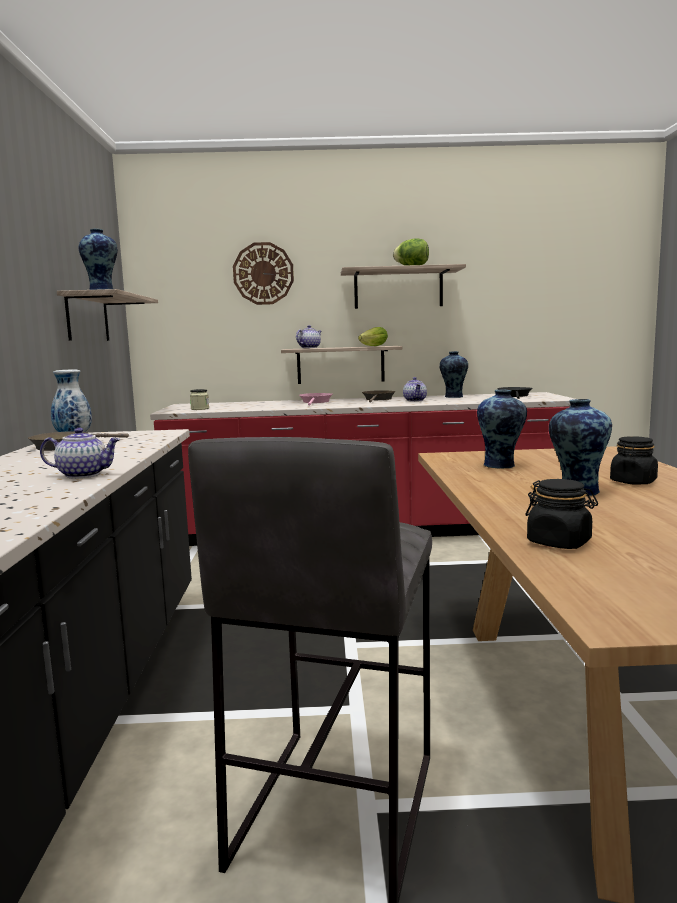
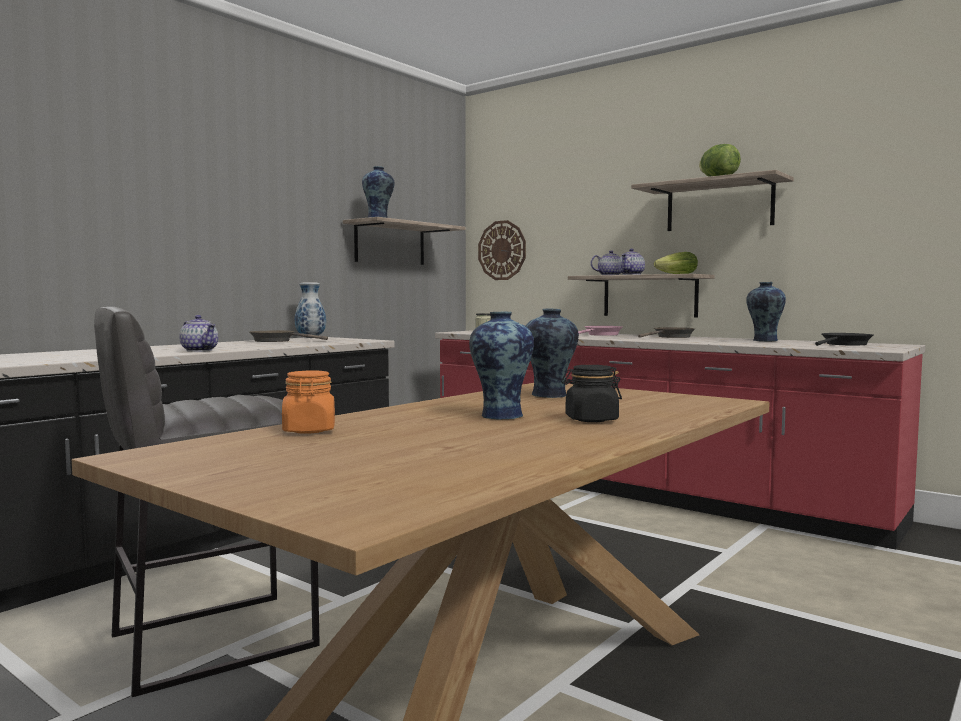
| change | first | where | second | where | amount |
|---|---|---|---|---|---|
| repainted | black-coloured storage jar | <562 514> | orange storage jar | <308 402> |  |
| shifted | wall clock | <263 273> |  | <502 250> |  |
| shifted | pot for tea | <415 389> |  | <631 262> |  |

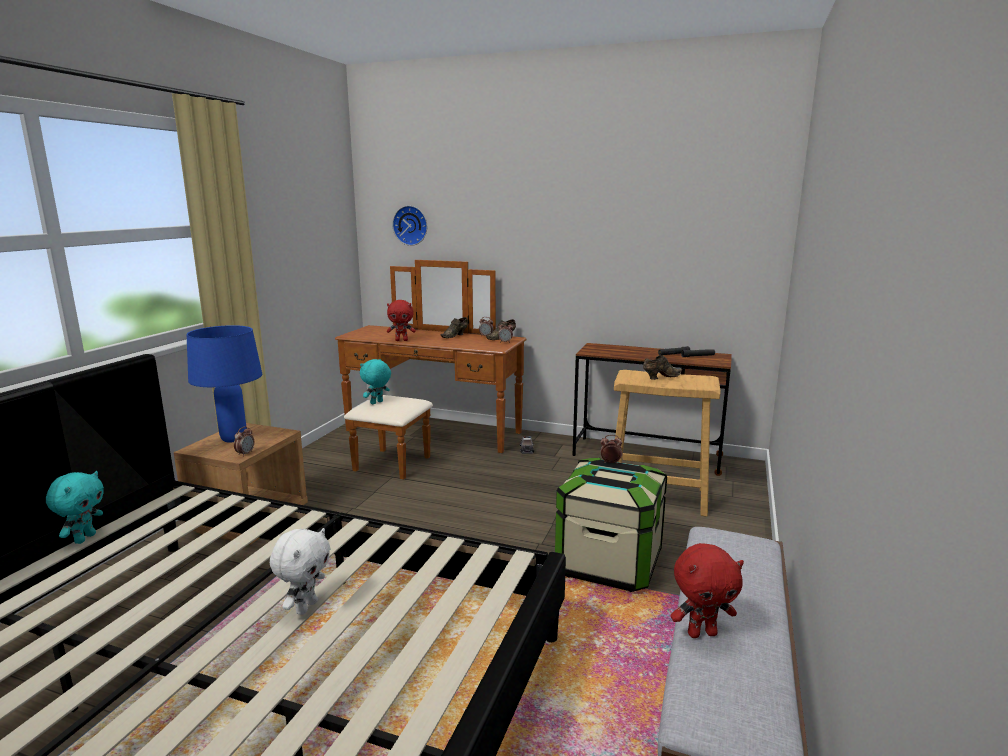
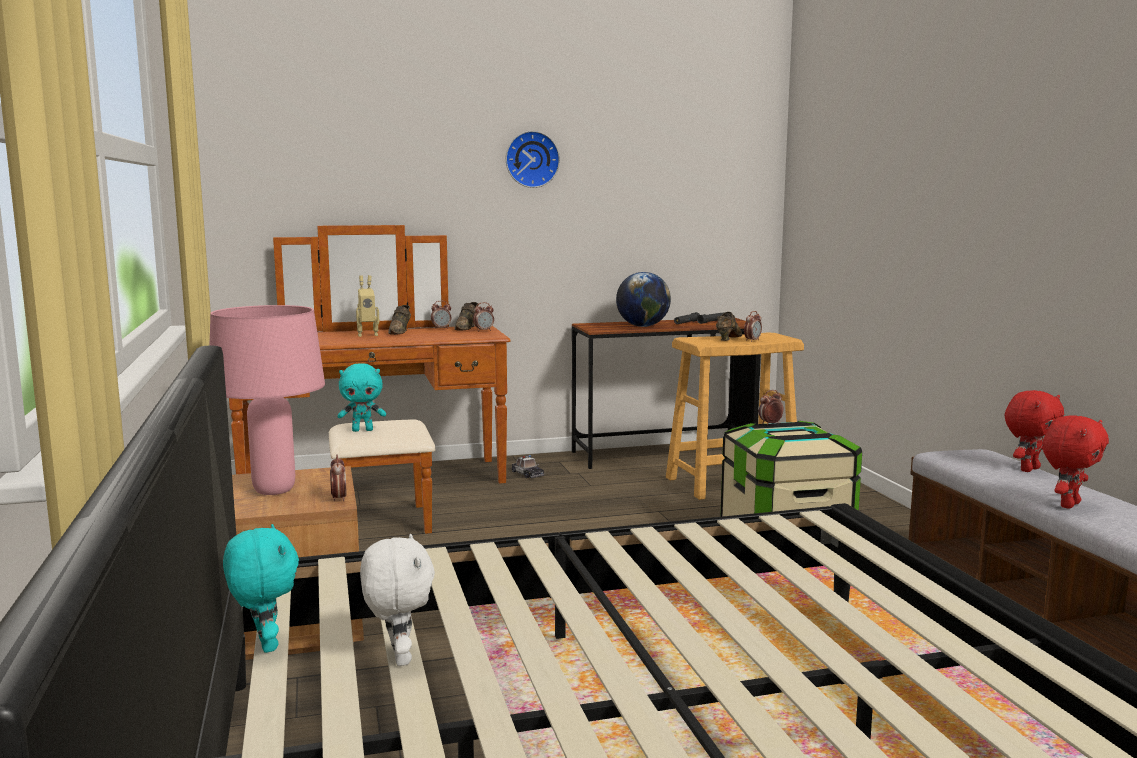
| change | first | where | second | where | amount |
|---|---|---|---|---|---|
| repainted | blue tabletop lamp | <224 383> | pinkish tabletop lamp | <267 400> |  |
| rotated | turquoise plush toy | <375 381> |  | <362 397> | 105 degrees counterclockwise |
| new |  |  | model robot | <367 306> |  |
| shifted | white-coloured plush toy | <300 571> |  | <397 600> |  |
| shifted | wall clock | <409 226> |  | <533 159> |  |
| new |  |  | world globe | <643 299> |  |
| new |  |  | table clock | <753 326> |  |
| shifted | reddish plush toy | <401 320> |  | <1034 431> |  |

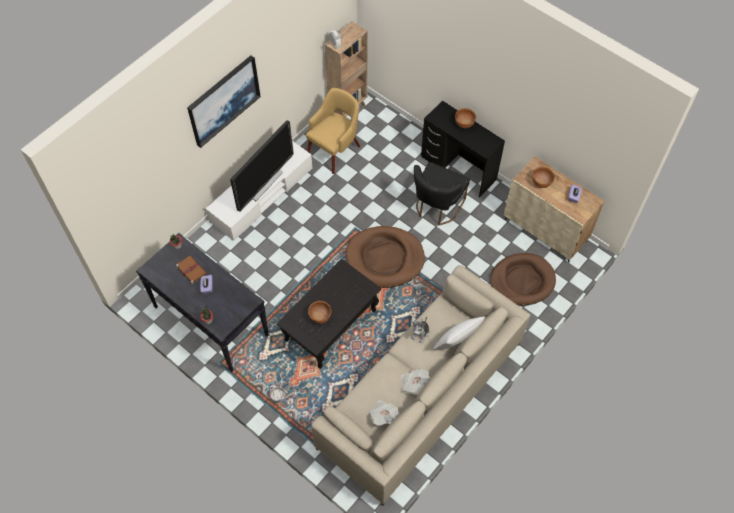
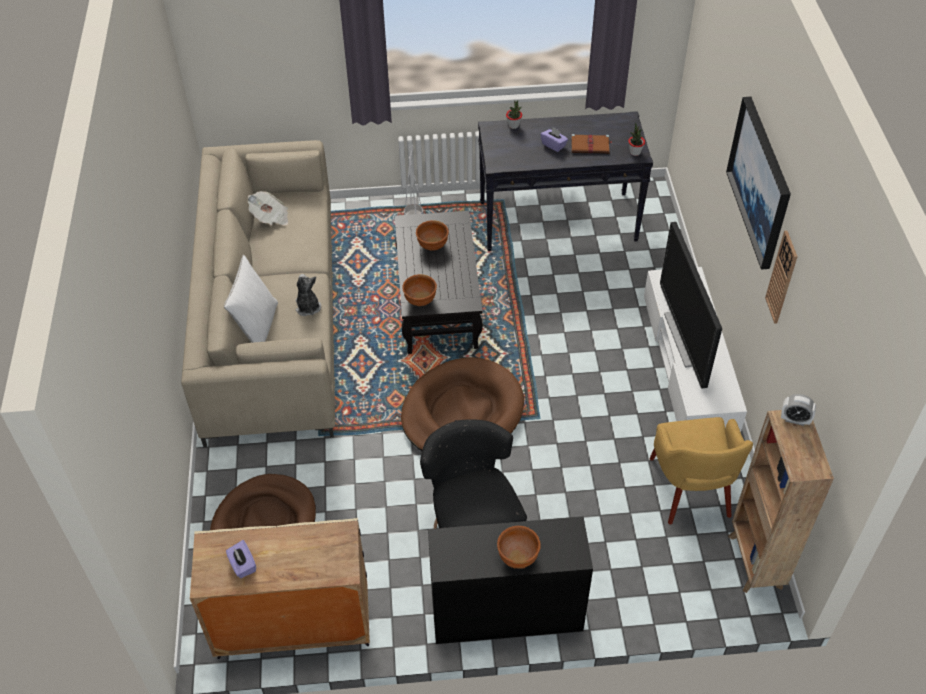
| change | first | where | second | where | amount |
|---|---|---|---|---|---|
| shifted | brown deep dish | <543 177> |  | <419 290> |  |
| new |  |  | wall clock | <781 277> |  |
| gone | printed paper | <415 381> |  |  |  |

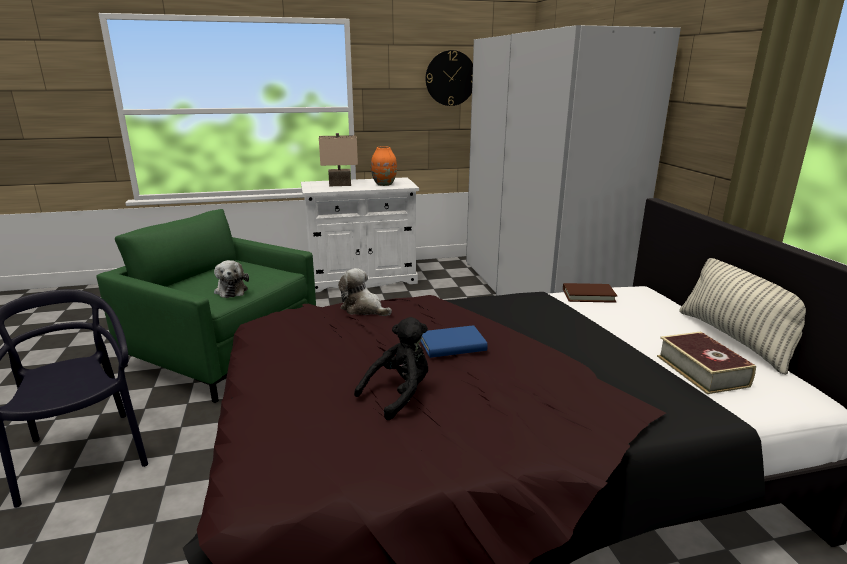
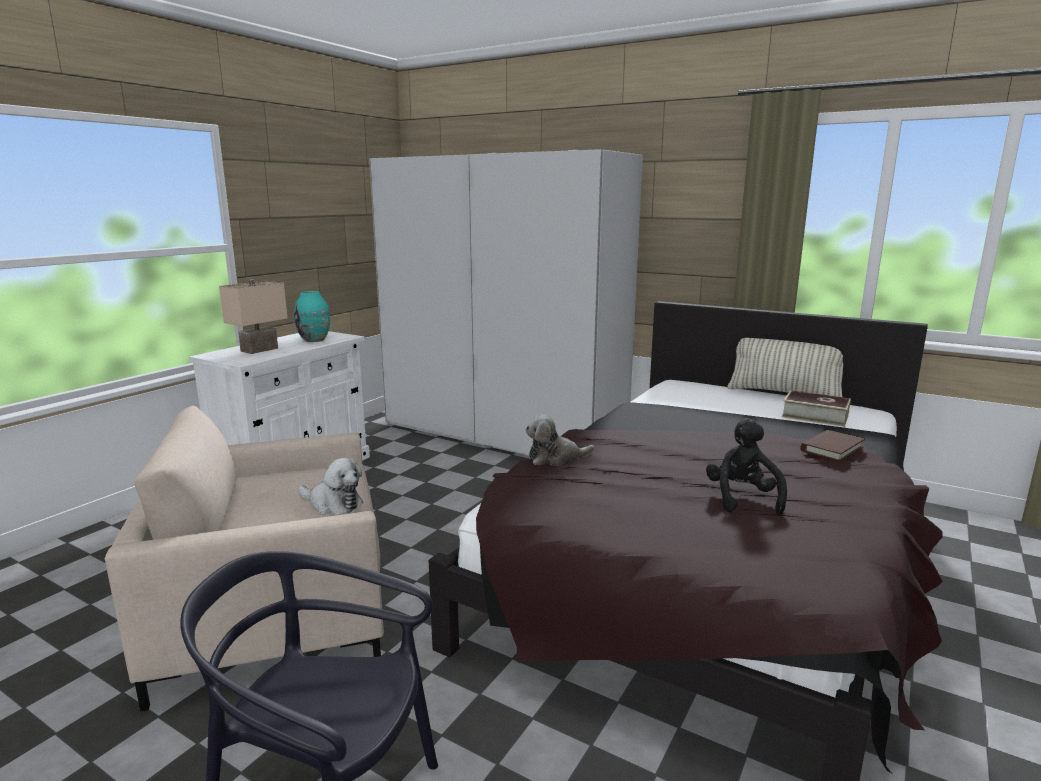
| change | first | where | second | where | amount |
|---|---|---|---|---|---|
| repainted | green easy chair | <206 306> | sand-coloured easy chair | <244 558> |  |
| repainted | orange vase | <384 166> | turquoise vase | <312 316> |  |
| shifted | brown book | <590 293> |  | <833 446> |  |
| gone | blue book | <454 341> |  |  |  |
| gone | wall clock | <449 78> |  |  |  |

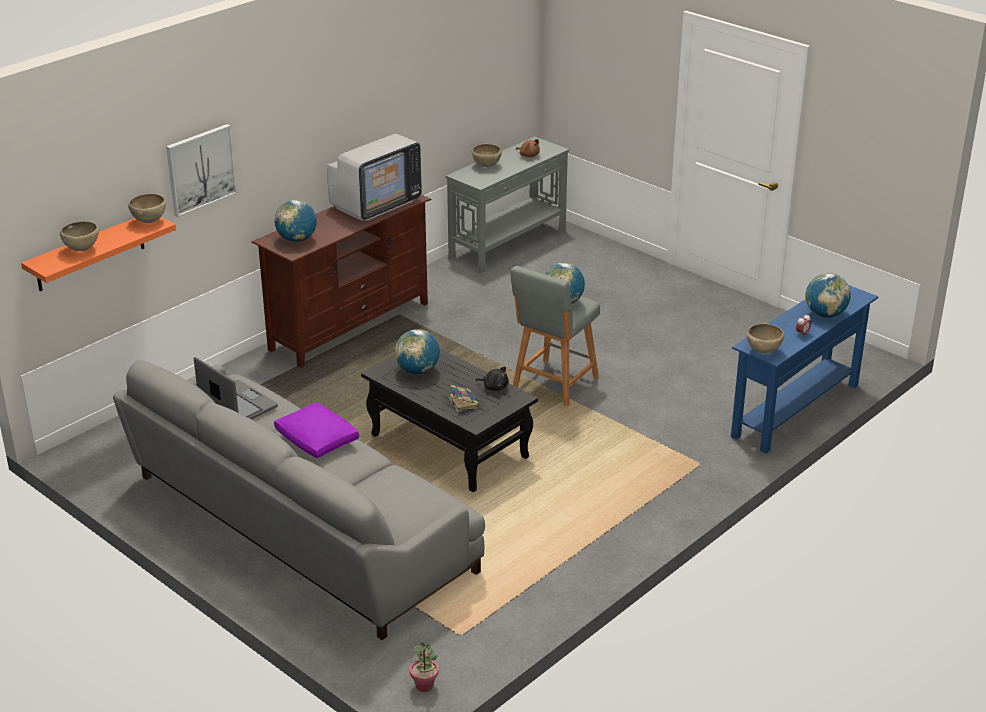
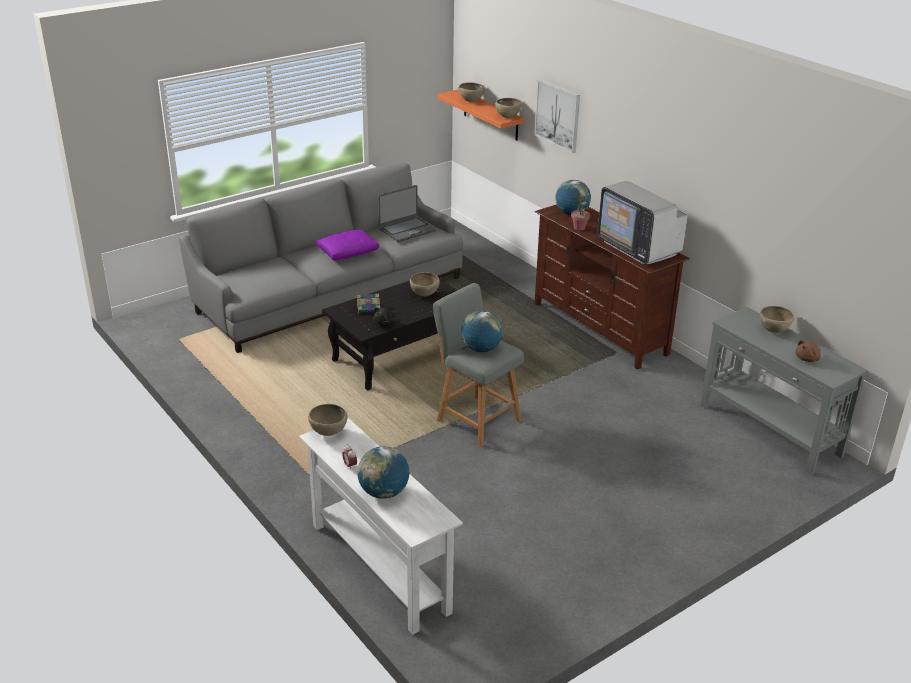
| change | first | where | second | where | amount |
|---|---|---|---|---|---|
| repainted | blue narrow table | <804 369> | white-coloured narrow table | <381 526> |  |
| swapped | world globe | <417 351> | brown deep dish | <425 284> |  |
| shifted | houseplant | <424 667> |  | <580 212> |  |

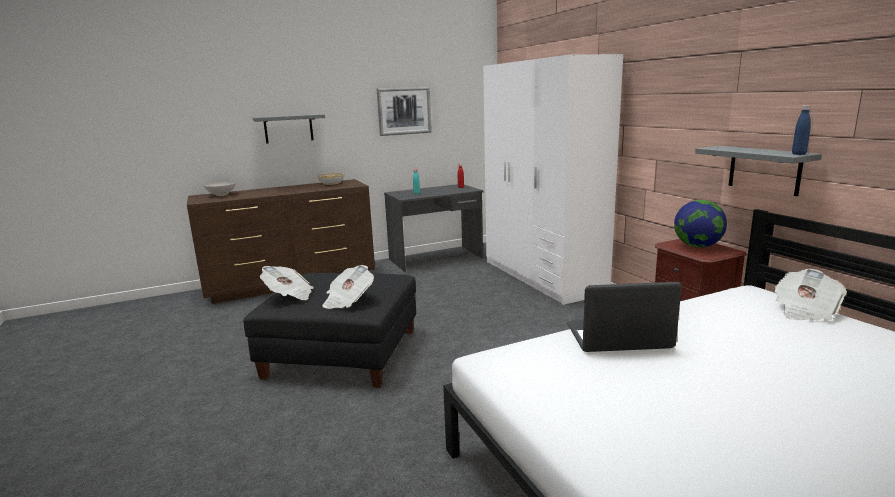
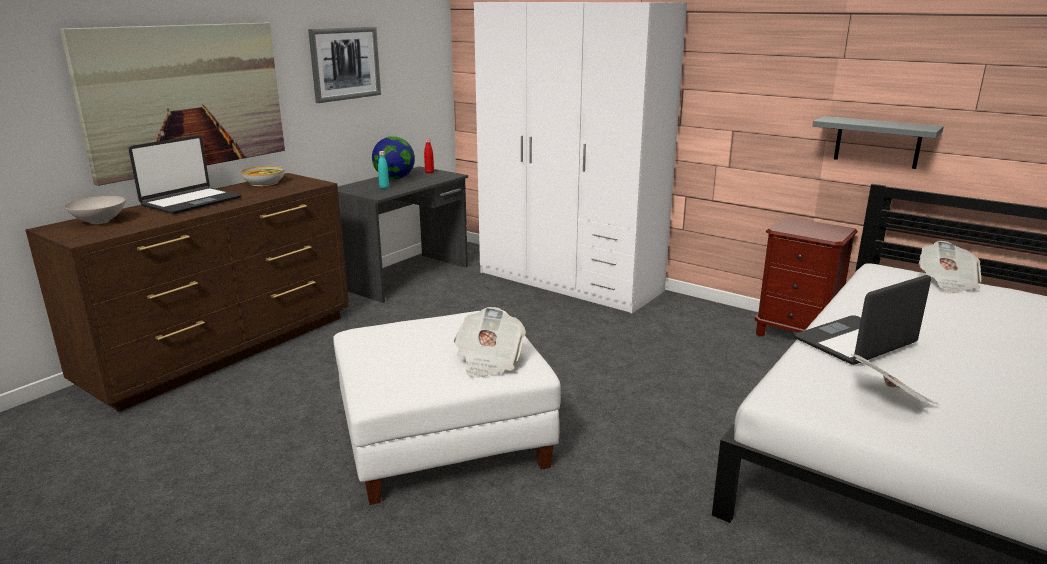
| change | first | where | second | where | amount |
|---|---|---|---|---|---|
| swapped | grey bracket shelf | <289 129> | wall art | <172 104> |  |
| new |  |  | notebook computer | <185 174> |  |
| repainted | black-coloured pouffe | <329 330> | white-coloured pouffe | <447 407> |  |
| shifted | world globe | <700 224> |  | <393 158> |  |
| shifted | printed paper | <286 283> |  | <895 379> |  |
| gone | blue bottle | <801 130> |  |  |  |

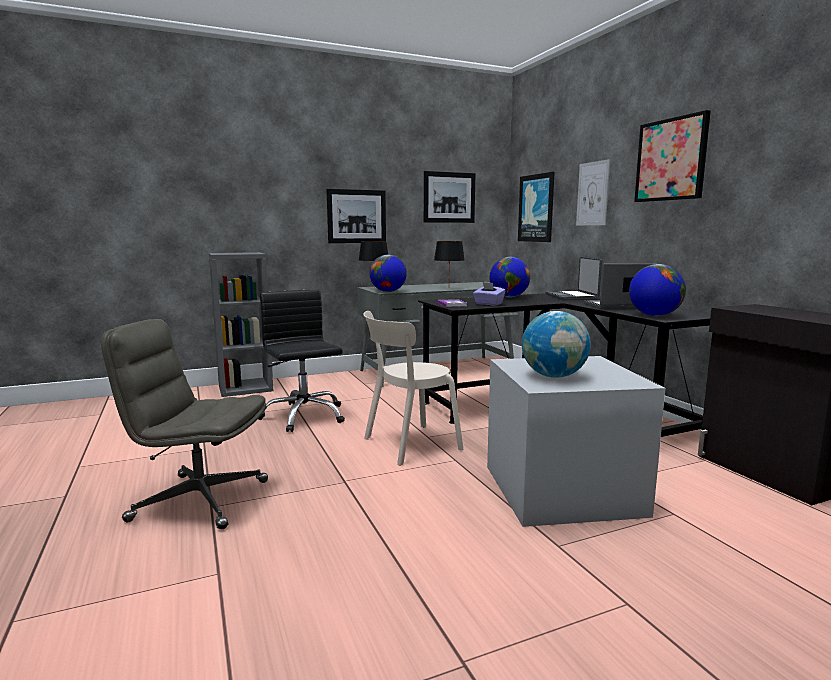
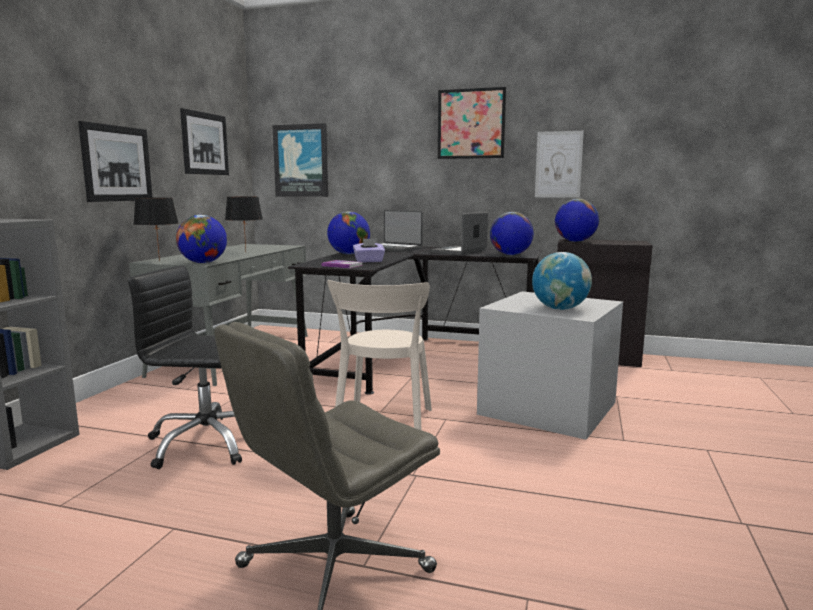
| change | first | where | second | where | amount |
|---|---|---|---|---|---|
| shifted | wall art | <593 192> |  | <559 164> |  |
| new |  |  | world globe | <577 220> |  |

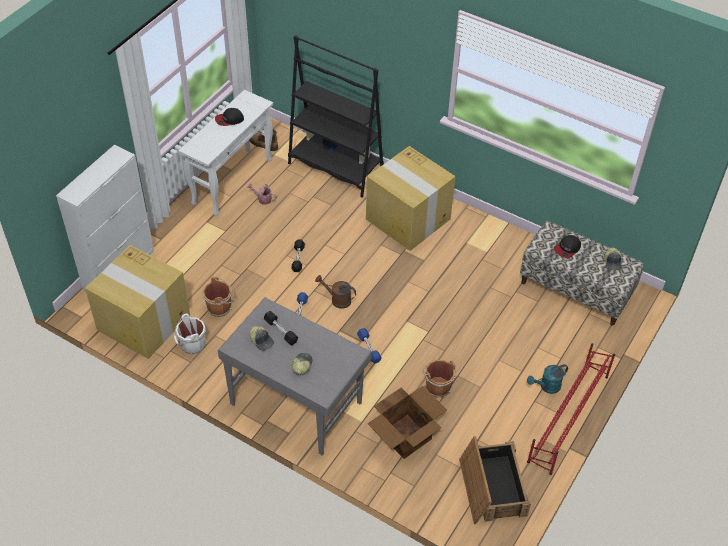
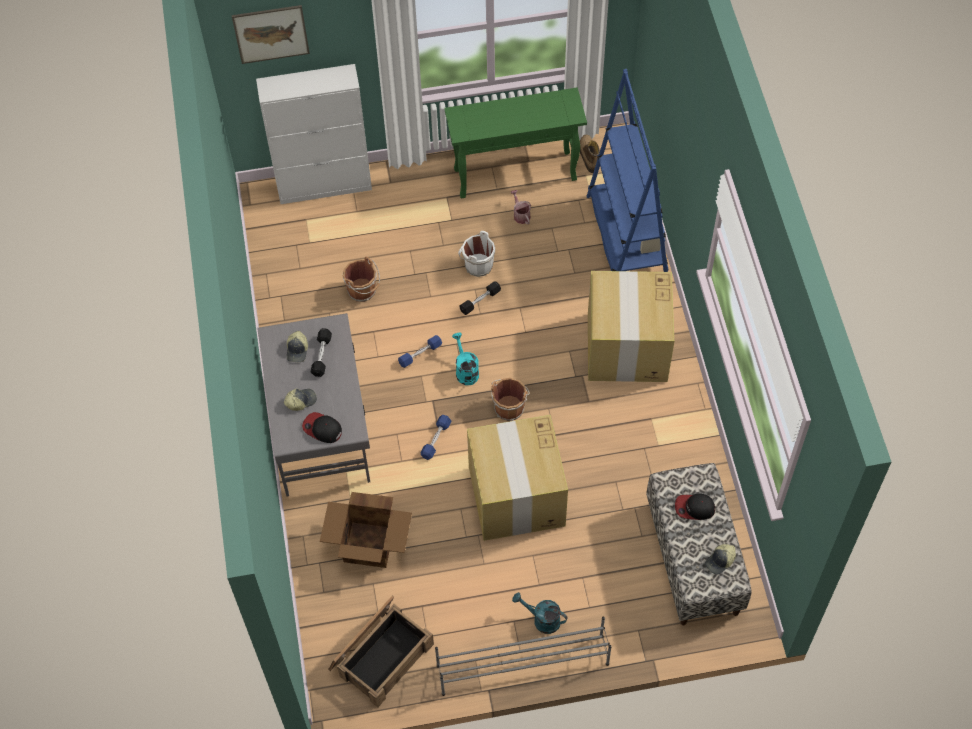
| change | first | where | second | where | amount |
|---|---|---|---|---|---|
| new |  |  | wall art | <271 34> |  |
| shifted | peaked cap | <229 117> |  | <322 427> |  |
| repainted | reddish shoe stand | <571 409> | grey shoe stand | <523 656> |  |
| repainted | white-coloured narrow table | <225 153> | green narrow table | <515 143> |  |
| repainted | brown watering pot | <335 292> | turquoise watering pot | <465 358> |  |
| shifted | white-coloured bucket | <190 334> |  | <476 254> |  |
| shifted | carton | <137 302> |  | <517 478> |  |
| shifted | brown bucket | <438 379> |  | <510 399> |  |
| repainted | black-coloured bookcase | <336 116> | blue bookcase | <627 170> |  |

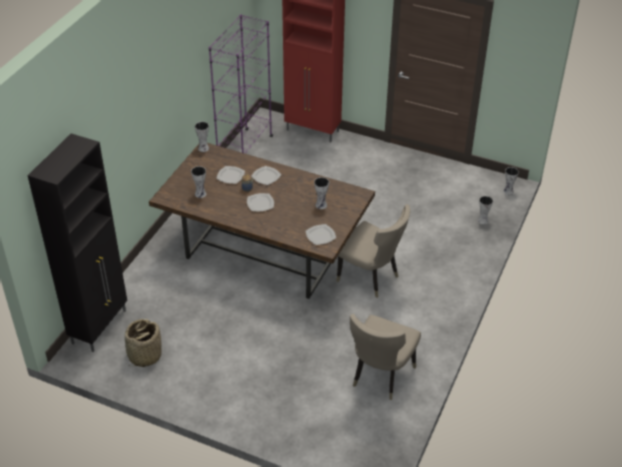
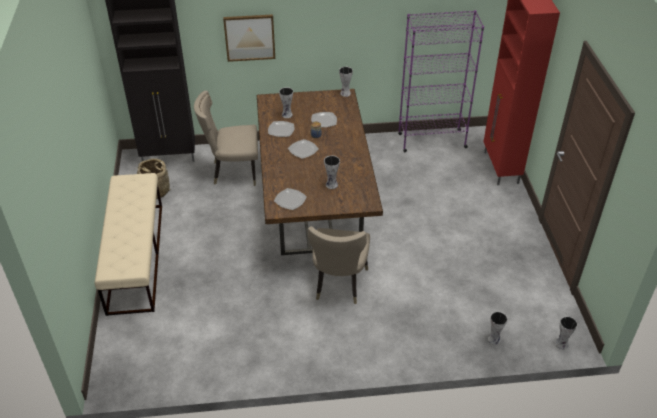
| change | first | where | second | where | amount |
|---|---|---|---|---|---|
| new |  |  | sand-coloured long seat | <128 244> |  |
| shifted | sand-coloured plain chair | <385 357> |  | <226 138> |  |
| new |  |  | wall art | <249 38> |  |
| shifted | plate | <266 175> |  | <281 129> |  |

